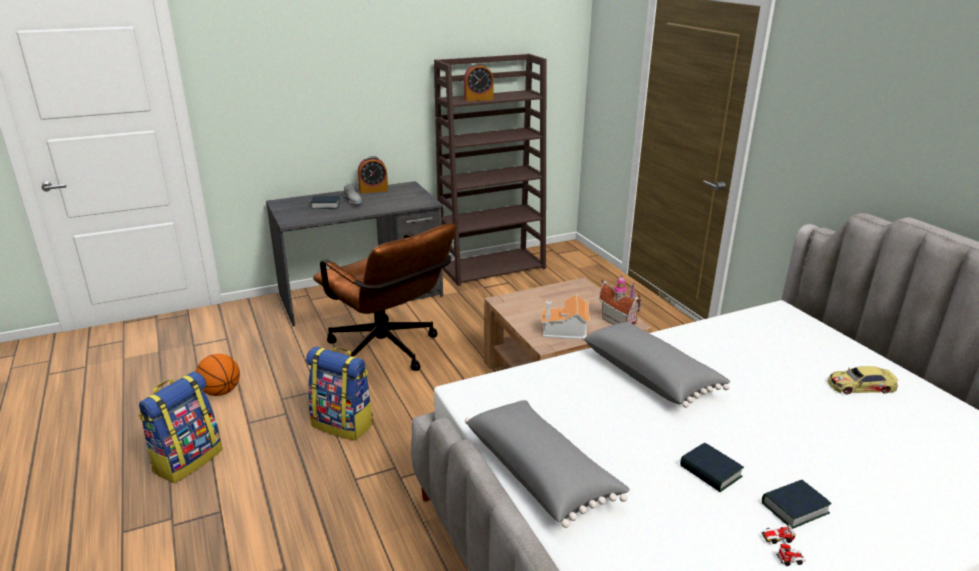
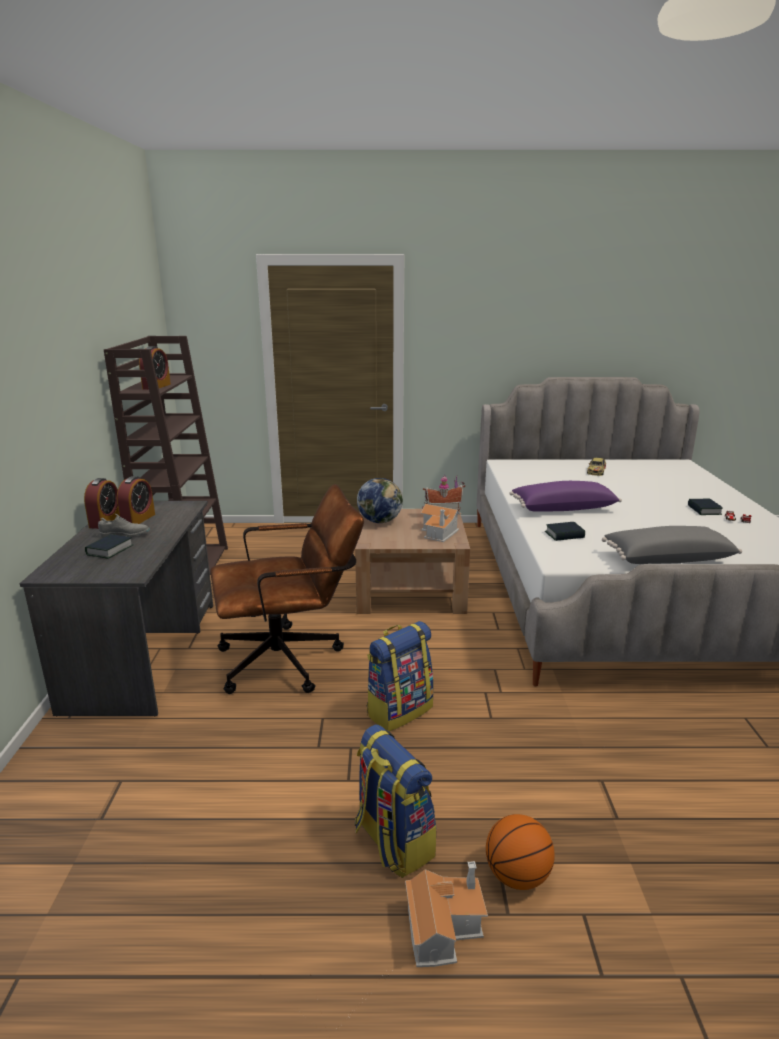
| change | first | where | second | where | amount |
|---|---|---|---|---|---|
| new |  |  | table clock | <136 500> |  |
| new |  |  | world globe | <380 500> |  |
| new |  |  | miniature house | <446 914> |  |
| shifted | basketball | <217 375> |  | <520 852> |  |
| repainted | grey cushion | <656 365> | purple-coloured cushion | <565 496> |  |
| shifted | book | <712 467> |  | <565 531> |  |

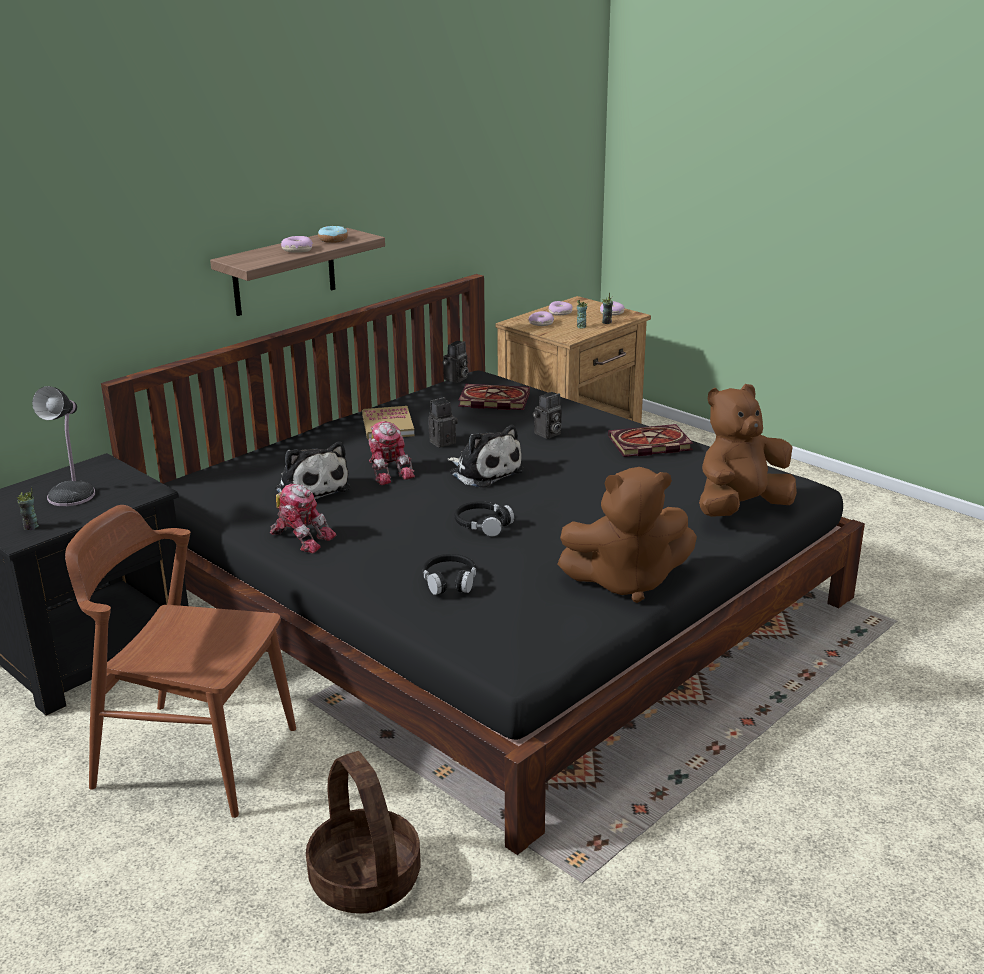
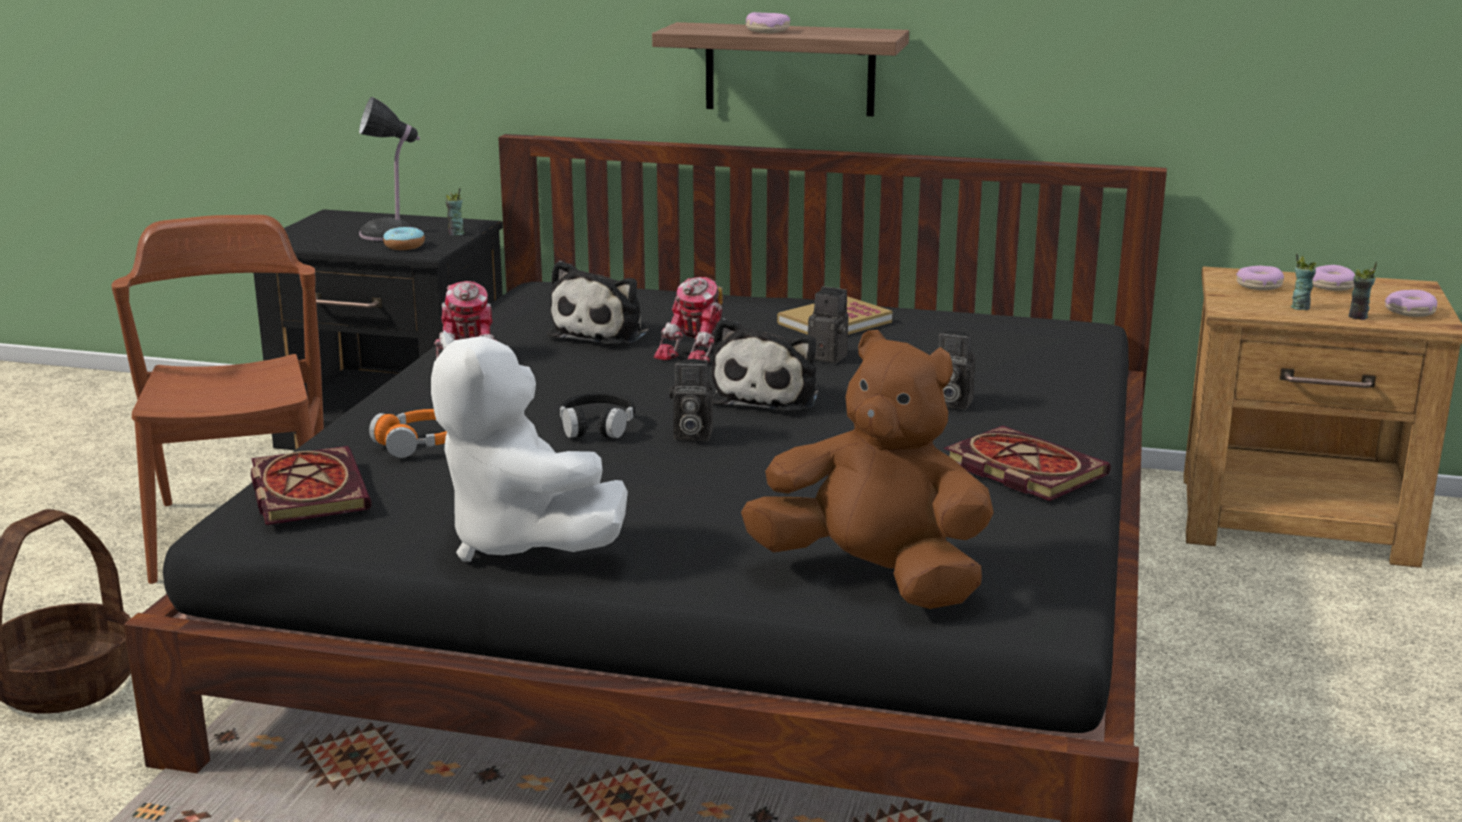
| change | first | where | second | where | amount |
|---|---|---|---|---|---|
| shifted | book | <494 397> |  | <311 485> |  |
| repainted | black-coloured pair of headphones | <449 574> | orange pair of headphones | <408 433> |  |
| shifted | donut | <333 234> |  | <404 238> |  |
| repainted | brown plush toy | <627 535> | white-coloured plush toy | <529 446> |  |
| shifted | small cup | <28 508> |  | <455 212> |  |
| shifted | photo camera | <455 362> |  | <691 400> |  |

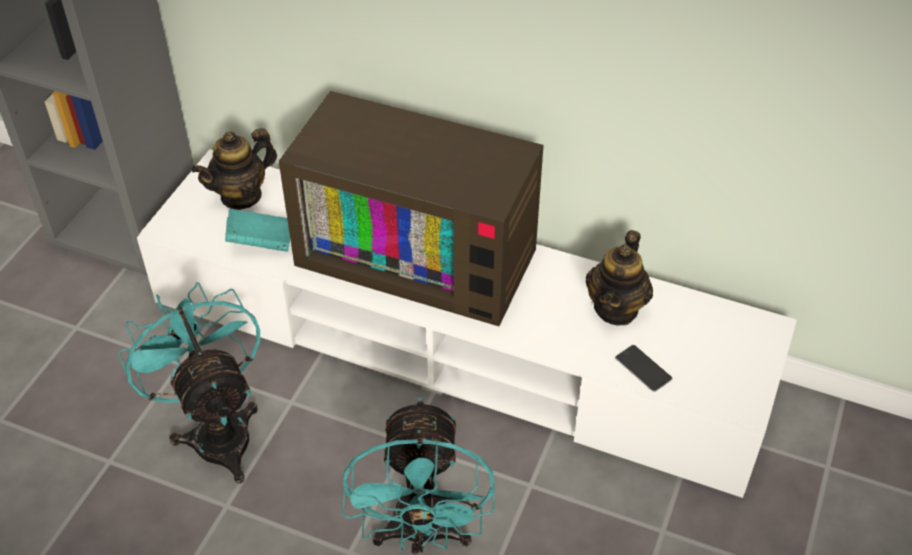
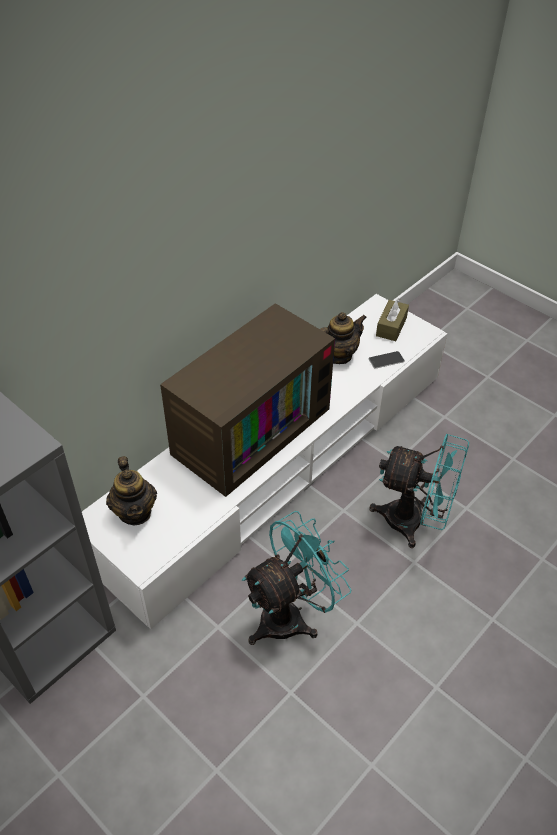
| change | first | where | second | where | amount |
|---|---|---|---|---|---|
| rotated | turquoise cooling fan | <189 382> |  | <296 578> | 150 degrees clockwise |
| rotated | pot for tea | <619 278> |  | <343 338> | 75 degrees counterclockwise |
| new |  |  | brown box of tissues | <392 320> |  |
| gone | turquoise book | <257 230> |  |  |  |

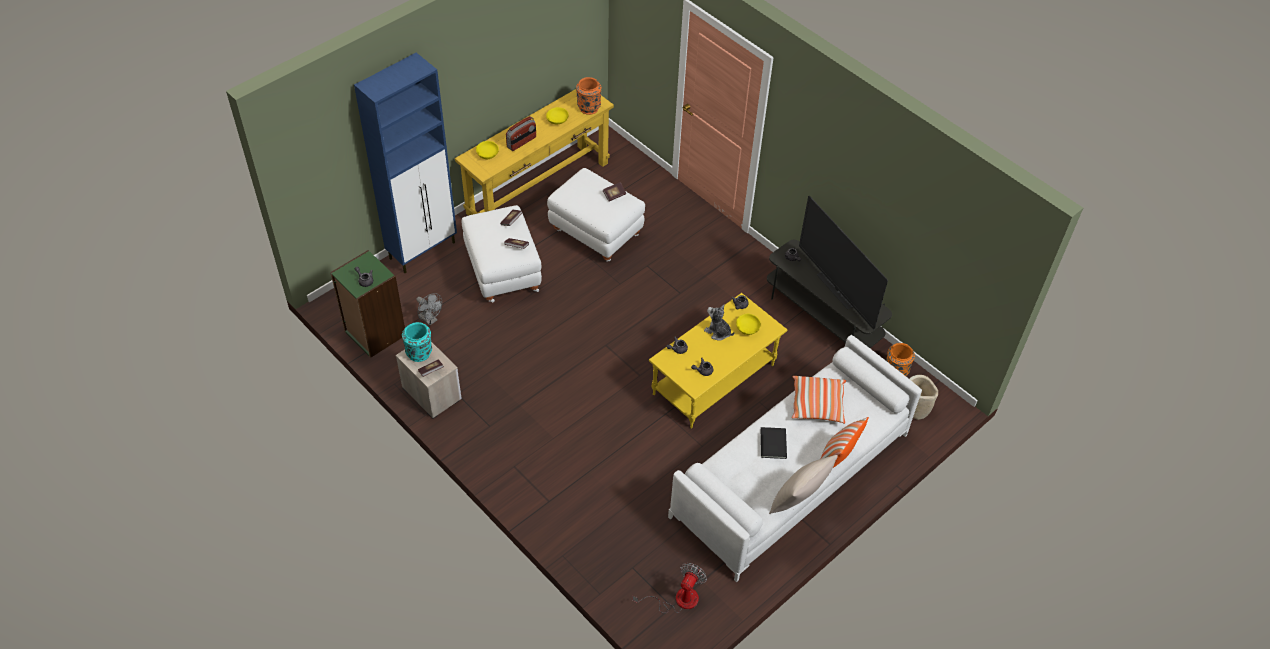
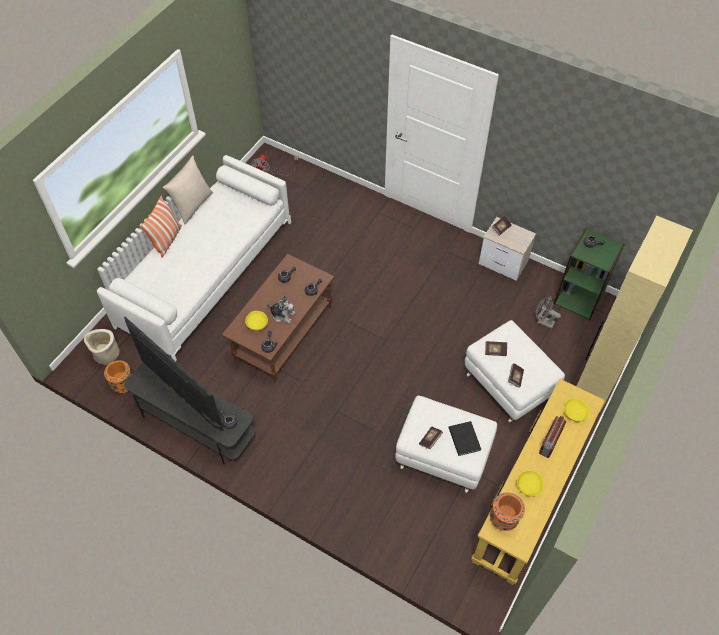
| change | first | where | second | where | amount |
|---|---|---|---|---|---|
| repainted | yellowish coffee table | <718 361> | brown coffee table | <278 318> |  |
| shifted | black-coloured book | <774 443> |  | <464 438> |  |
| repainted | blue cupboard | <405 163> | sand-coloured cupboard | <635 314> |  |
| gone | turquoise vase | <417 342> |  |  |  |
| gone | cushion | <819 400> |  |  |  |

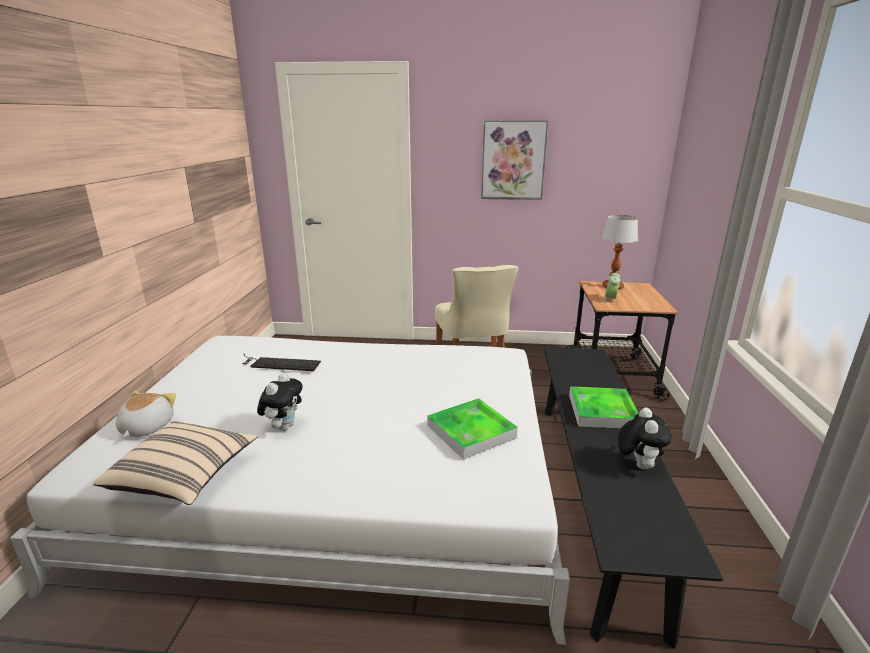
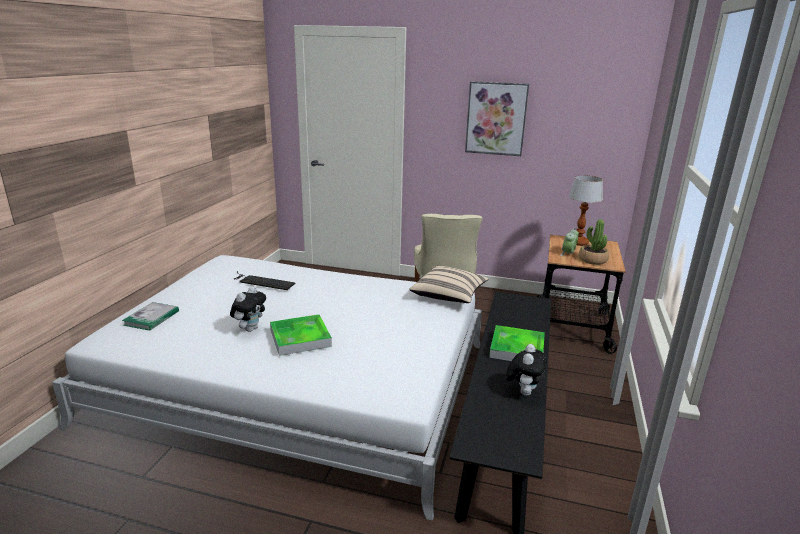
| change | first | where | second | where | amount |
|---|---|---|---|---|---|
| swapped | plush toy | <146 414> | book | <150 316> |  |
| shifted | tray | <473 428> |  | <301 335> |  |
| shifted | sand-coloured cushion | <175 463> |  | <449 284> |  |
| new |  |  | houseplant | <594 242> |  |

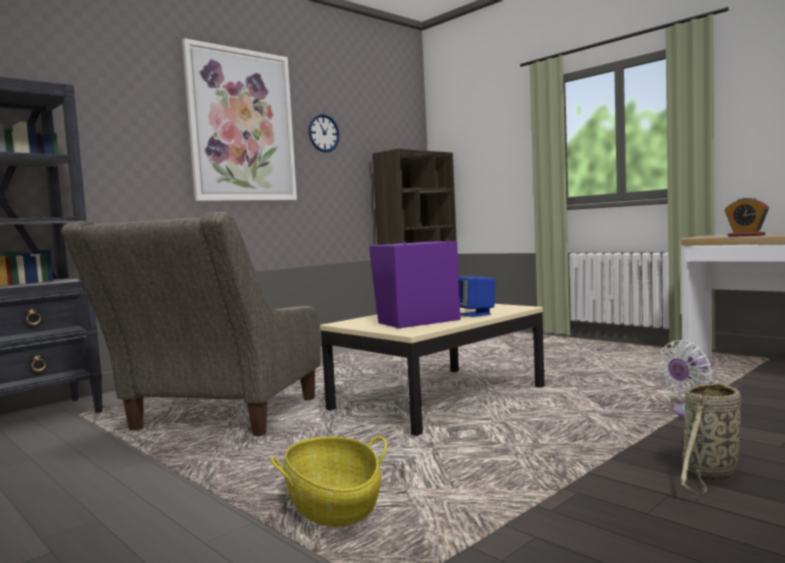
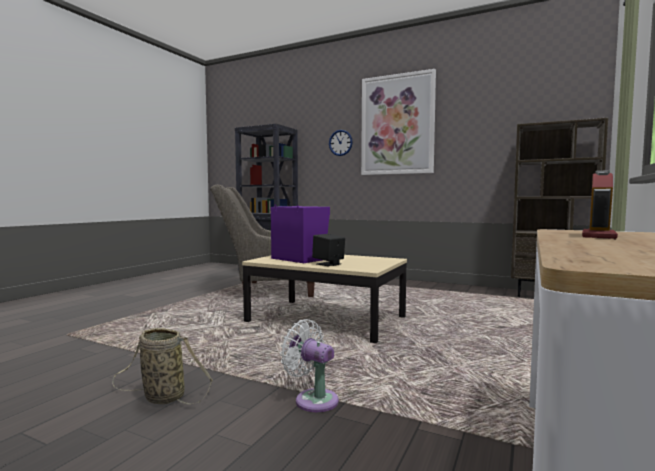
| change | first | where | second | where | amount |
|---|---|---|---|---|---|
| repainted | blue speaker | <477 296> | black-coloured speaker | <328 250> |  |
| shifted | wall clock | <324 133> |  | <341 143> |  |
| gone | household basket | <328 481> |  |  |  |

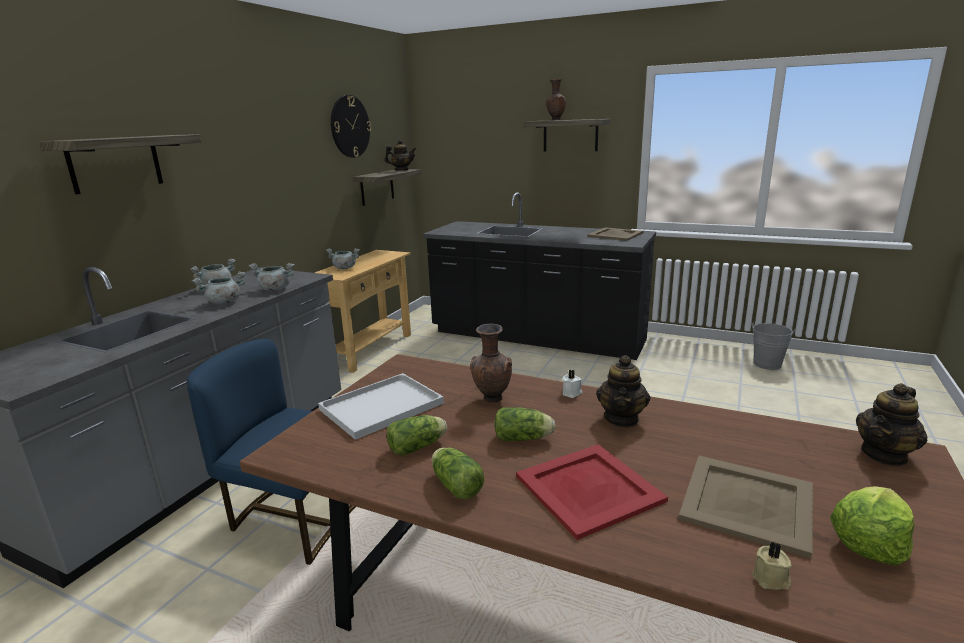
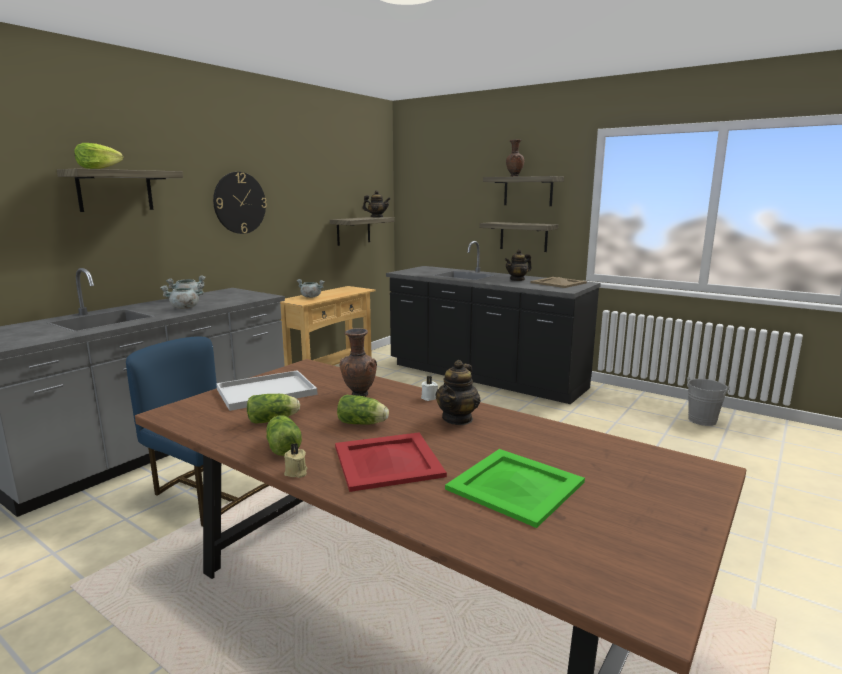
| change | first | where | second | where | amount |
|---|---|---|---|---|---|
| shifted | lettuce | <872 526> |  | <98 156> |  |
| shifted | wall clock | <351 126> |  | <240 203> |  |
| shifted | sand-coloured wax candle | <772 566> |  | <295 460> |  |
| repainted | sand-coloured tray | <746 507> | green tray | <515 488> |  |
| new |  |  | bracket shelf | <518 237> |  |
| shifted | pot for tea | <891 425> |  | <518 265> |  |
| gone | grey stockpot | <271 277> |  |  |  |

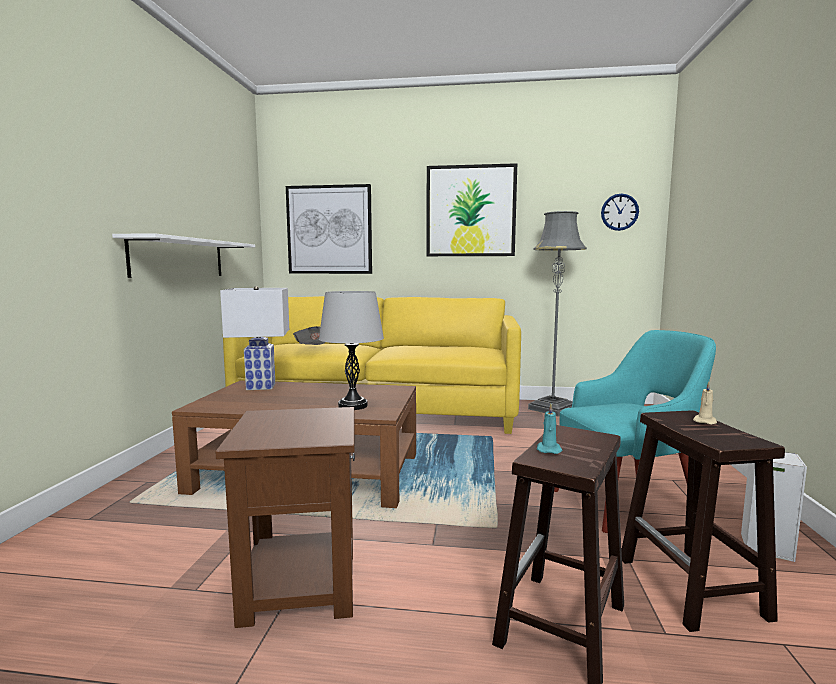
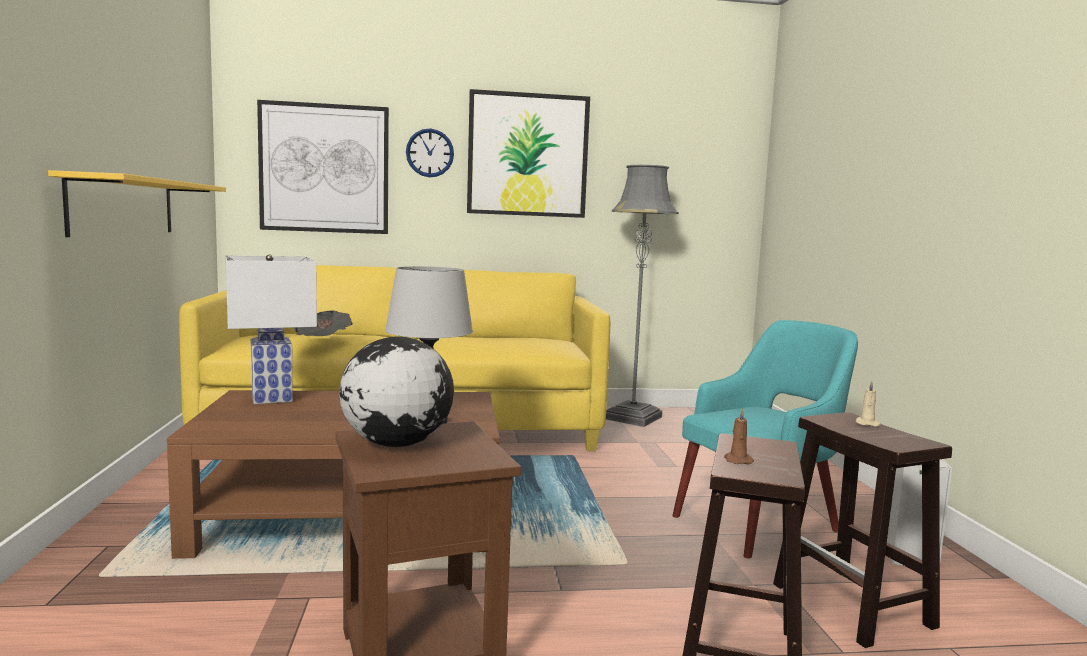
| change | first | where | second | where | amount |
|---|---|---|---|---|---|
| repainted | white-coloured bracket shelf | <183 255> | yellowish bracket shelf | <137 203> |  |
| new |  |  | world globe | <396 391> |  |
| shifted | wall clock | <620 212> |  | <430 152> |  |
| repainted | turquoise wax candle | <549 429> | brown wax candle | <739 436> |  |

